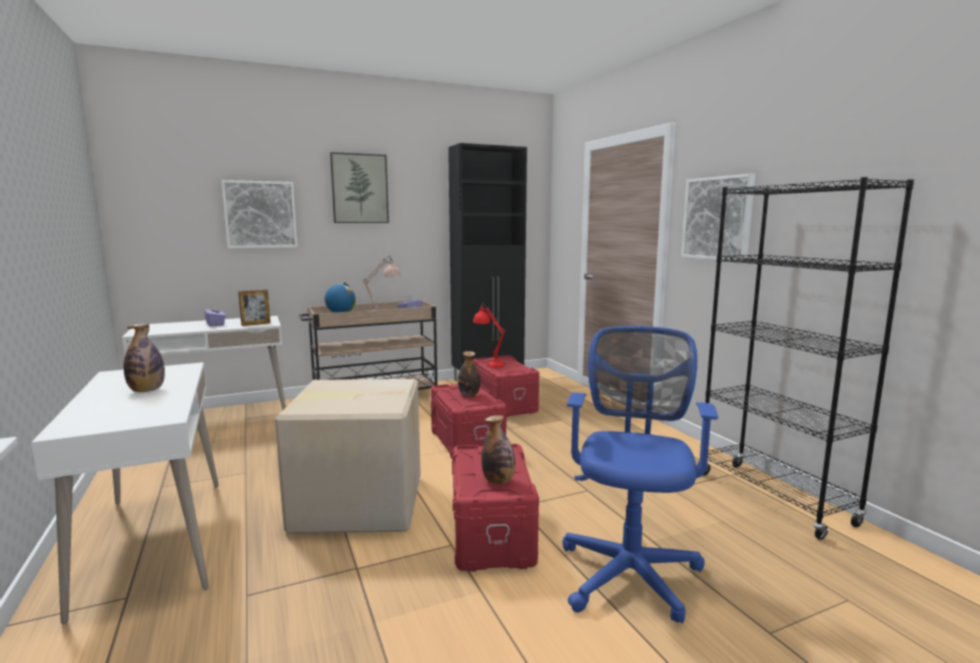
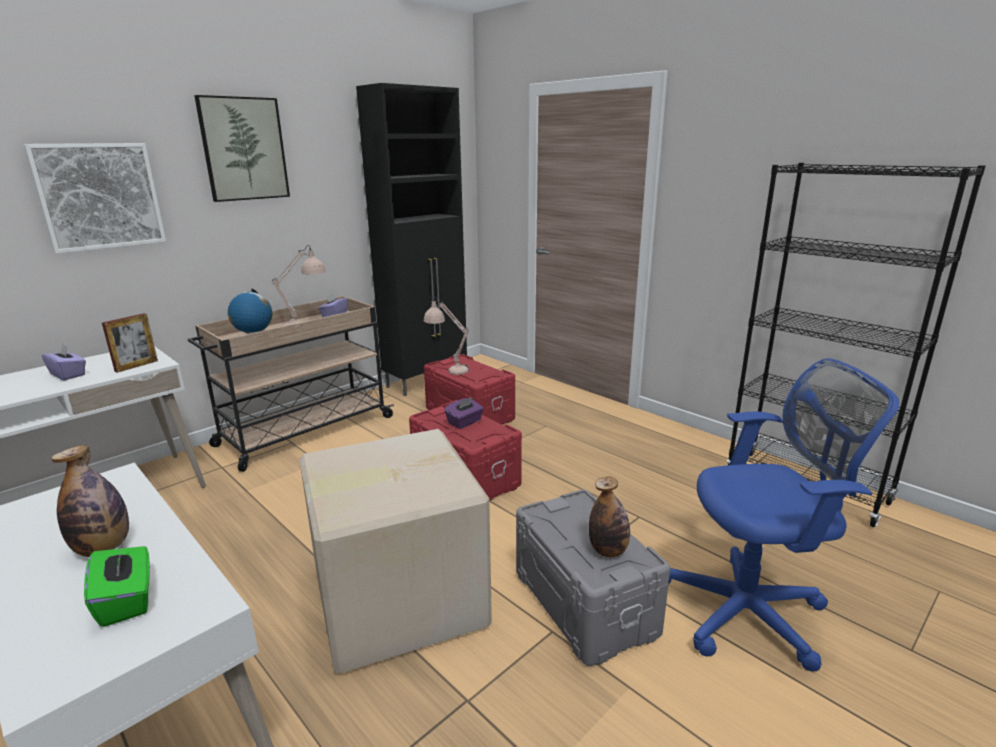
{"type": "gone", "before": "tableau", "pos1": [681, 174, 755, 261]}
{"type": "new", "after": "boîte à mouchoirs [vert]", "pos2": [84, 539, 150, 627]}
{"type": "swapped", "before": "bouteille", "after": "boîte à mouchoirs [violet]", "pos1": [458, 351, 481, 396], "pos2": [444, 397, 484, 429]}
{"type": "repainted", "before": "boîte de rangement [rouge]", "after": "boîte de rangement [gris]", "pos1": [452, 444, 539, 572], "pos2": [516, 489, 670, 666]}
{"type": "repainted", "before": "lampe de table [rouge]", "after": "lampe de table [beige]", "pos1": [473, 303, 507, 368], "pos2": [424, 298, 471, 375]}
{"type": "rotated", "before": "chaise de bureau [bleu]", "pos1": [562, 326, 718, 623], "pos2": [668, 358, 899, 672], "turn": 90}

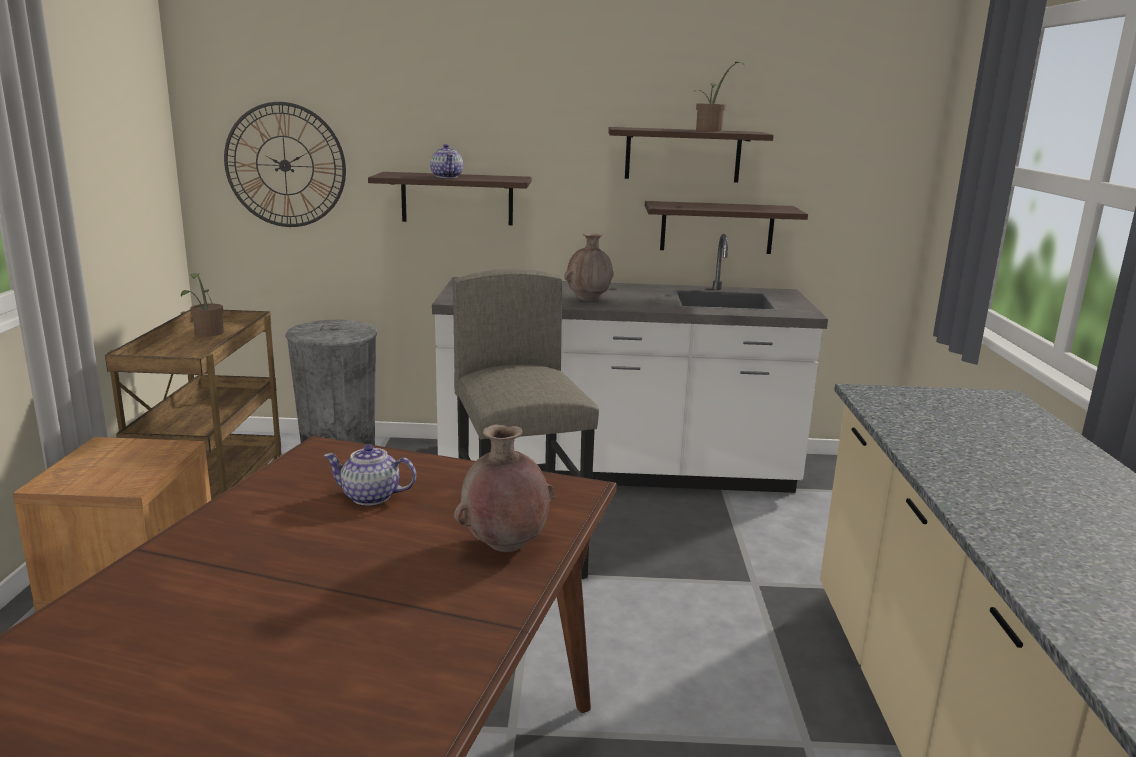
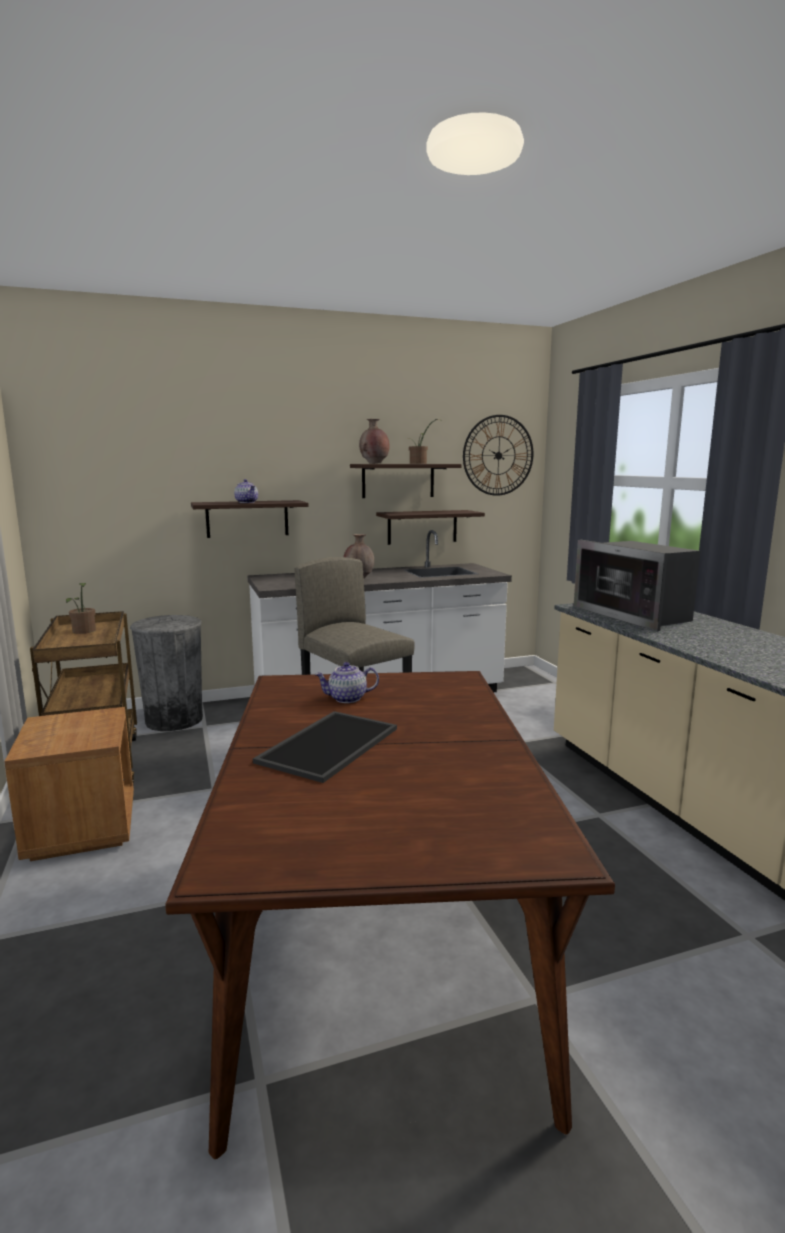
{"type": "new", "after": "plateau", "pos2": [253, 711, 397, 783]}
{"type": "new", "after": "micro-ondes", "pos2": [573, 540, 700, 631]}
{"type": "shifted", "before": "horloge murale", "pos1": [224, 102, 346, 227], "pos2": [463, 415, 533, 496]}
{"type": "shifted", "before": "vase [marron]", "pos1": [454, 424, 554, 552], "pos2": [359, 419, 390, 464]}

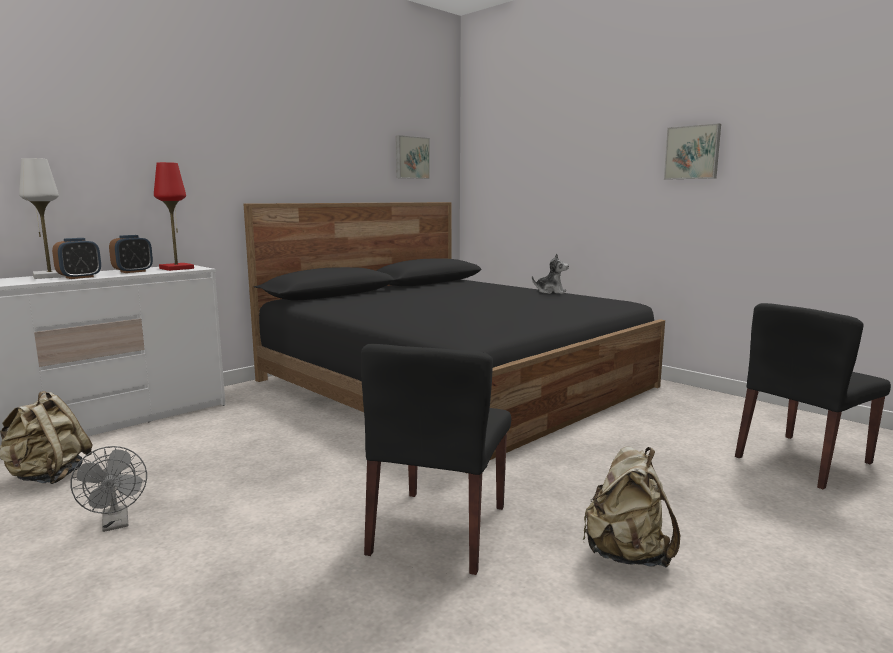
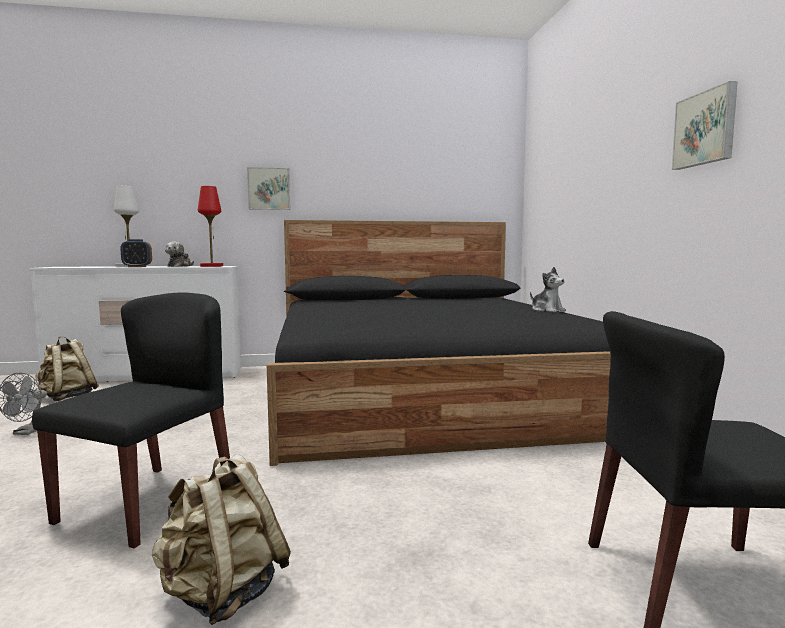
{"type": "shifted", "before": "tableau", "pos1": [396, 135, 430, 179], "pos2": [247, 167, 290, 210]}
{"type": "swapped", "before": "réveil", "after": "peluche", "pos1": [109, 235, 153, 273], "pos2": [165, 242, 194, 267]}
{"type": "rotated", "before": "chaise [noir]", "pos1": [361, 344, 511, 575], "pos2": [32, 292, 230, 549], "turn": 150}

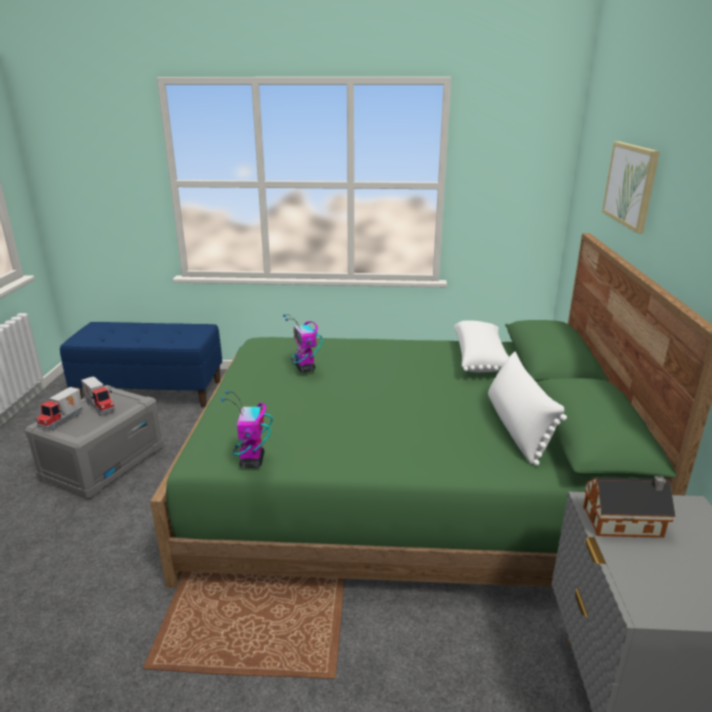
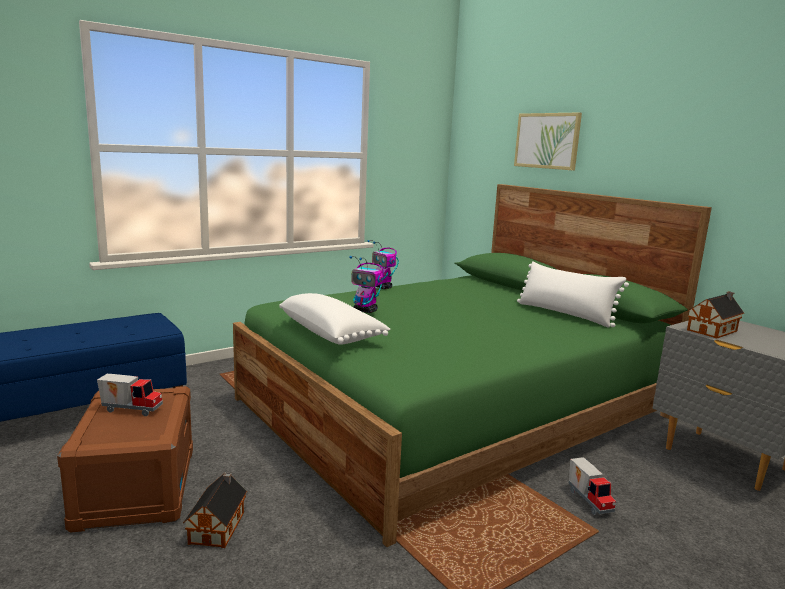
{"type": "new", "after": "maison miniature", "pos2": [183, 472, 247, 548]}
{"type": "shifted", "before": "camion jouet", "pos1": [36, 387, 83, 430], "pos2": [569, 457, 616, 515]}
{"type": "shifted", "before": "robot jouet", "pos1": [221, 390, 273, 468], "pos2": [367, 240, 399, 289]}
{"type": "shifted", "before": "coussin [blanc]", "pos1": [454, 320, 509, 372], "pos2": [279, 293, 390, 345]}
{"type": "repainted", "before": "boîte de rangement [gris]", "after": "boîte de rangement [marron]", "pos1": [25, 385, 164, 499], "pos2": [57, 386, 193, 533]}

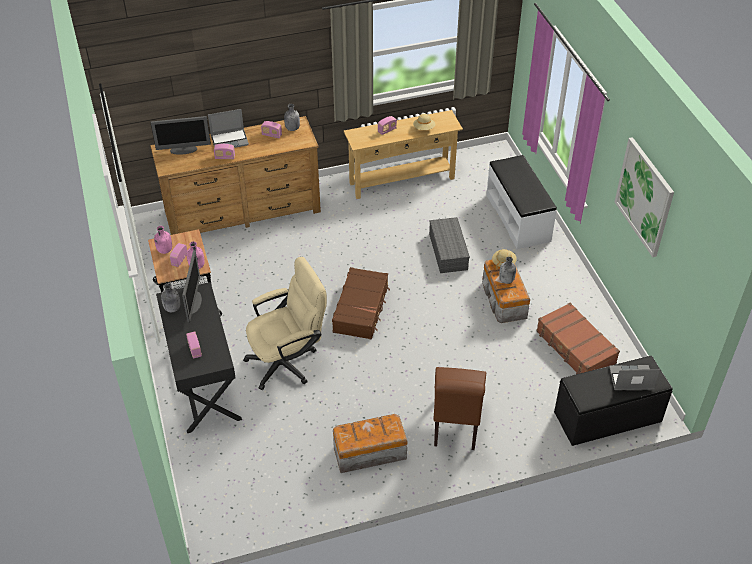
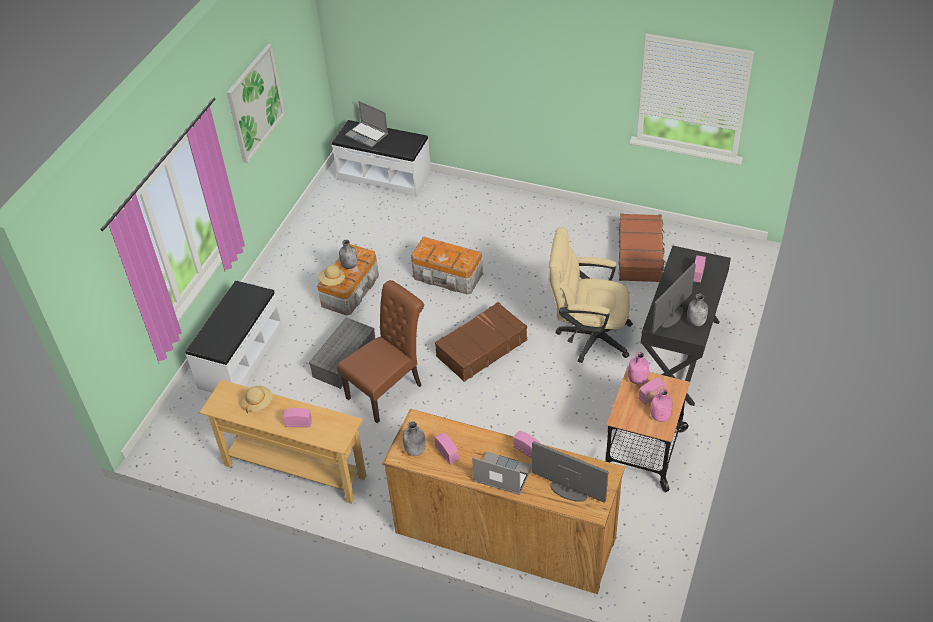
{"type": "shifted", "before": "boîte de rangement", "pos1": [333, 414, 407, 473], "pos2": [411, 236, 483, 294]}
{"type": "shifted", "before": "chaise [marron]", "pos1": [434, 367, 486, 450], "pos2": [337, 280, 424, 423]}
{"type": "shifted", "before": "valise [marron]", "pos1": [536, 303, 620, 374], "pos2": [619, 213, 665, 282]}
{"type": "repainted", "before": "banc [noir]", "after": "banc [blanc]", "pos1": [554, 356, 673, 446], "pos2": [332, 120, 431, 197]}

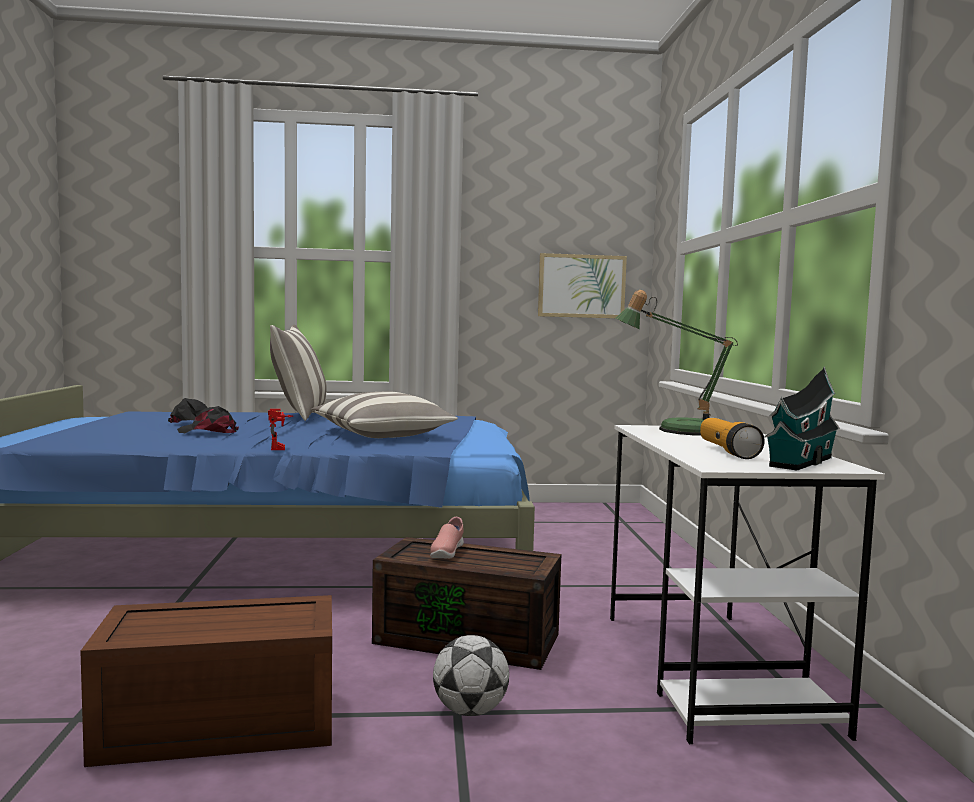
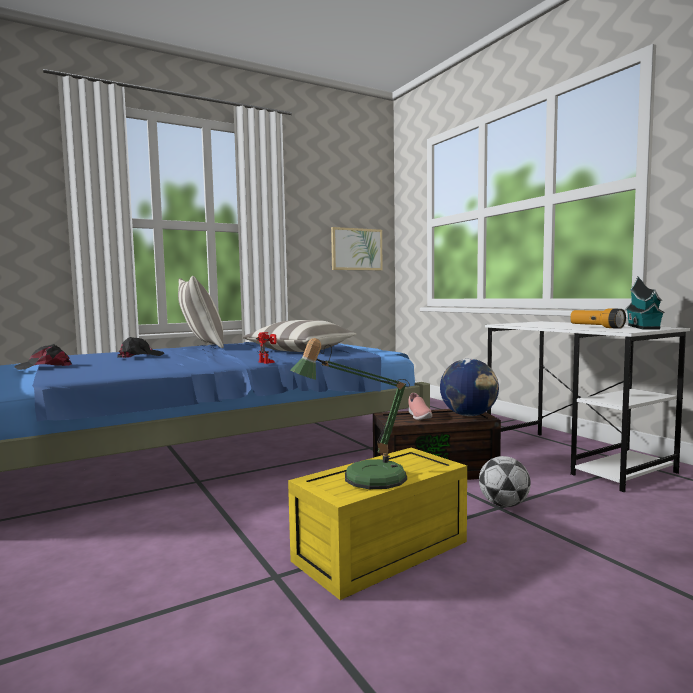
{"type": "new", "after": "globe", "pos2": [440, 359, 499, 416]}
{"type": "shifted", "before": "casquette [noir]", "pos1": [177, 406, 239, 433], "pos2": [15, 344, 72, 370]}
{"type": "shifted", "before": "lampe de table", "pos1": [615, 290, 738, 436], "pos2": [291, 338, 410, 489]}
{"type": "repainted", "before": "boîte de rangement [marron]", "after": "boîte de rangement [jaune]", "pos1": [80, 595, 332, 767], "pos2": [288, 448, 467, 600]}

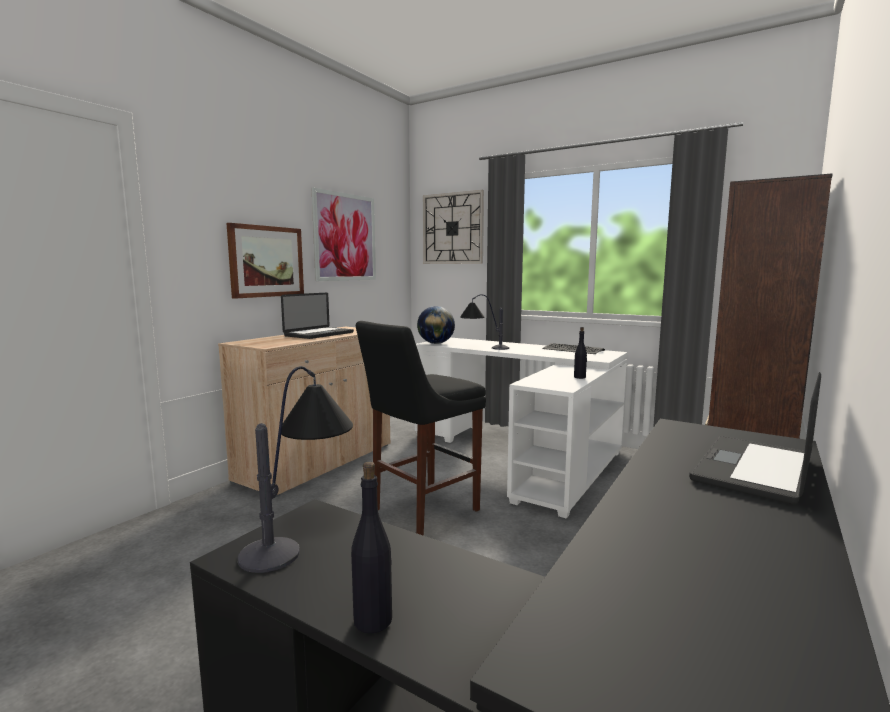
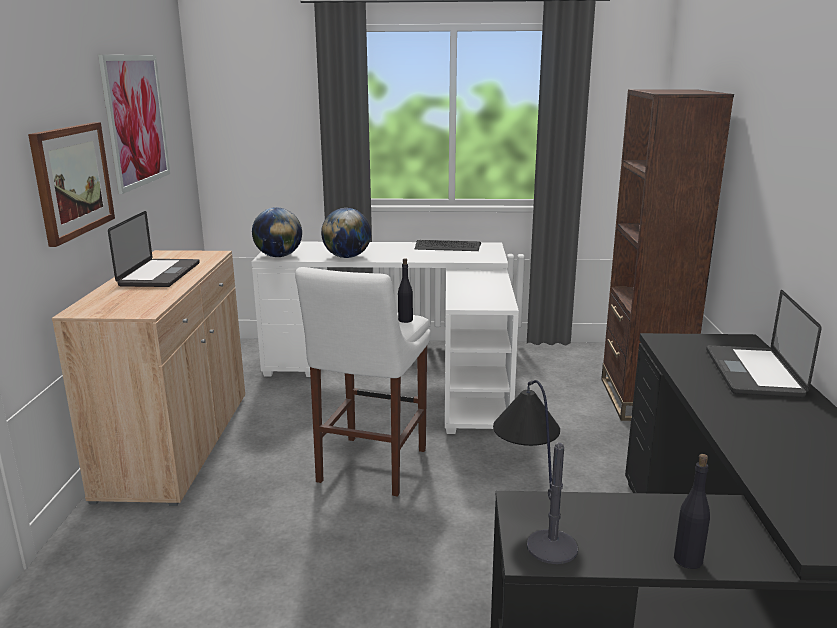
{"type": "gone", "before": "horloge murale", "pos1": [423, 190, 484, 264]}
{"type": "shifted", "before": "bouteille [noir]", "pos1": [574, 327, 587, 379], "pos2": [398, 258, 413, 323]}
{"type": "swapped", "before": "lampe de table", "after": "globe", "pos1": [460, 294, 509, 350], "pos2": [321, 208, 371, 258]}
{"type": "repainted", "before": "tabouret [noir]", "after": "tabouret [blanc]", "pos1": [356, 321, 486, 536], "pos2": [295, 267, 431, 497]}

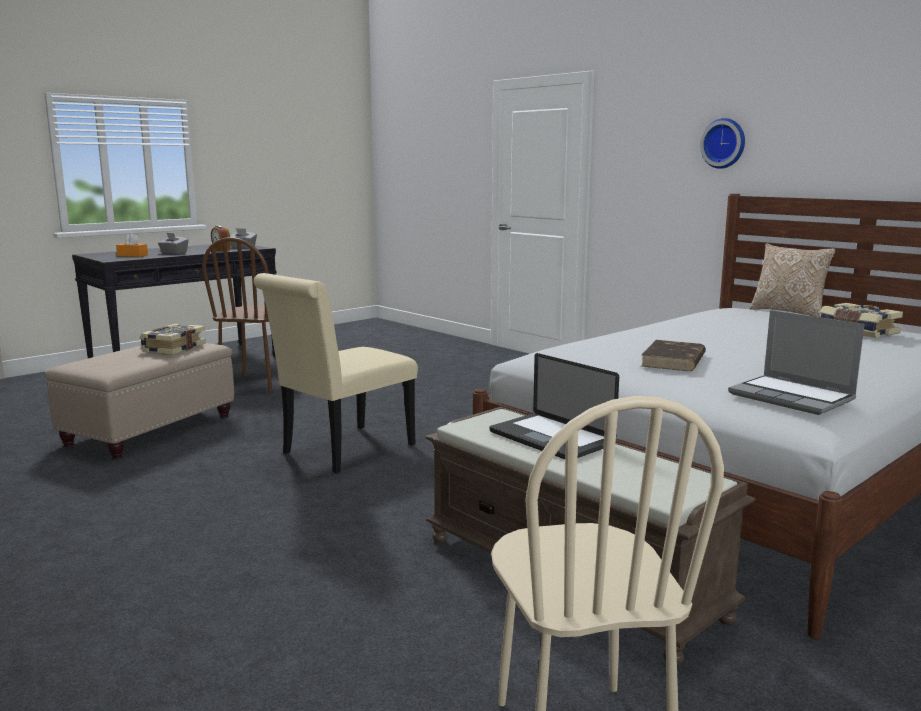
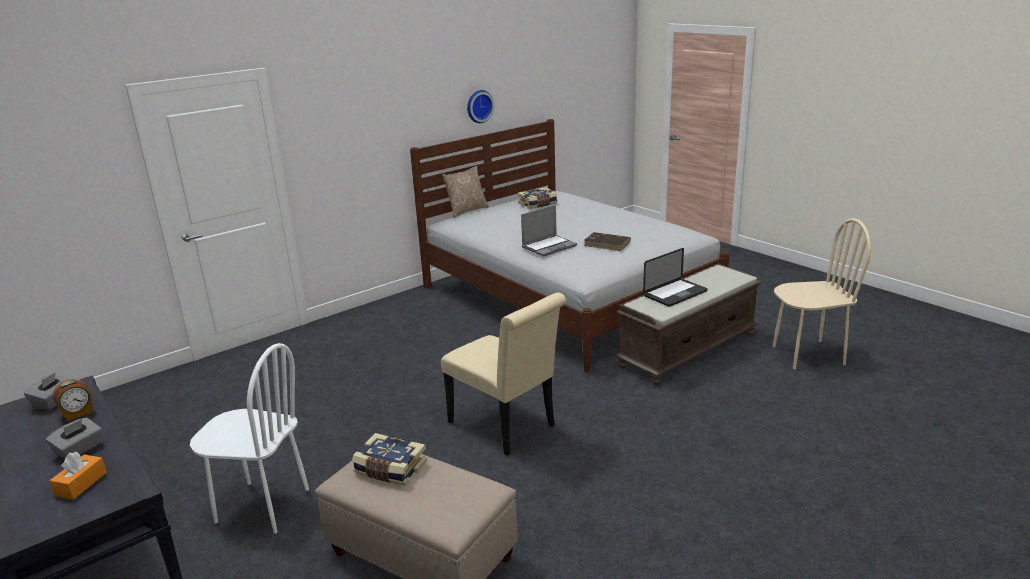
{"type": "shifted", "before": "horloge murale", "pos1": [700, 118, 745, 169], "pos2": [467, 90, 494, 123]}
{"type": "shifted", "before": "ordinateur portable", "pos1": [728, 310, 865, 415], "pos2": [521, 205, 577, 257]}
{"type": "repainted", "before": "chaise [marron]", "after": "chaise [blanc]", "pos1": [202, 237, 272, 392], "pos2": [190, 343, 309, 534]}

